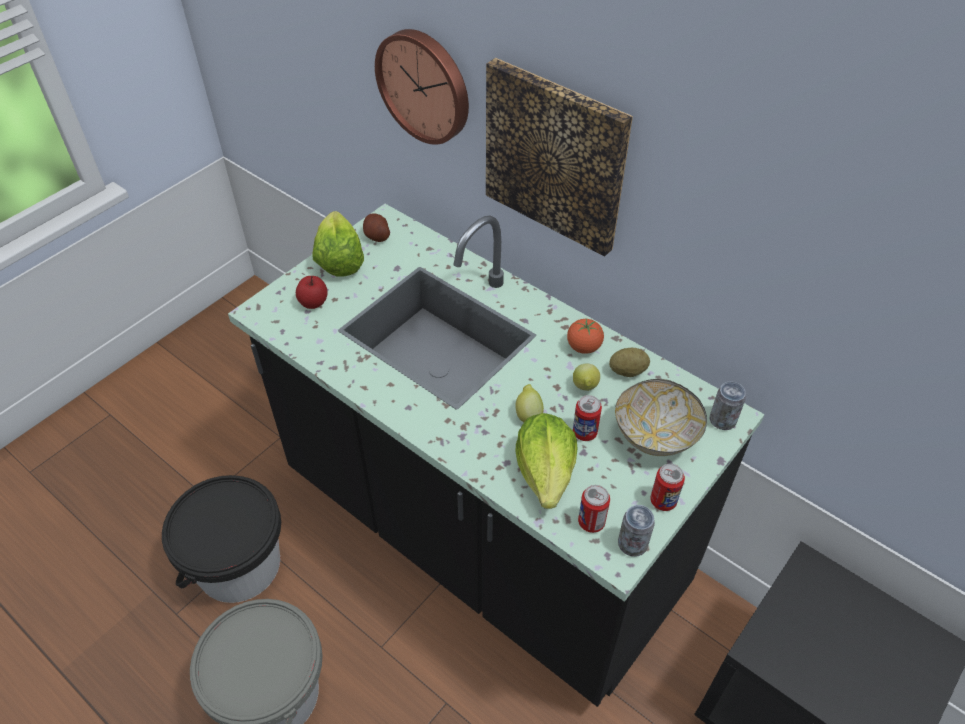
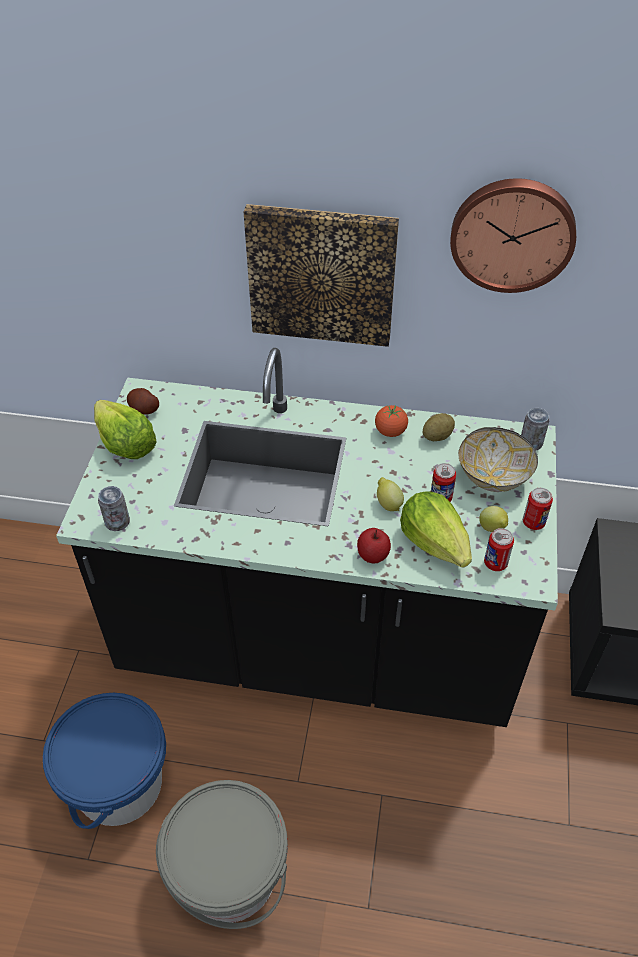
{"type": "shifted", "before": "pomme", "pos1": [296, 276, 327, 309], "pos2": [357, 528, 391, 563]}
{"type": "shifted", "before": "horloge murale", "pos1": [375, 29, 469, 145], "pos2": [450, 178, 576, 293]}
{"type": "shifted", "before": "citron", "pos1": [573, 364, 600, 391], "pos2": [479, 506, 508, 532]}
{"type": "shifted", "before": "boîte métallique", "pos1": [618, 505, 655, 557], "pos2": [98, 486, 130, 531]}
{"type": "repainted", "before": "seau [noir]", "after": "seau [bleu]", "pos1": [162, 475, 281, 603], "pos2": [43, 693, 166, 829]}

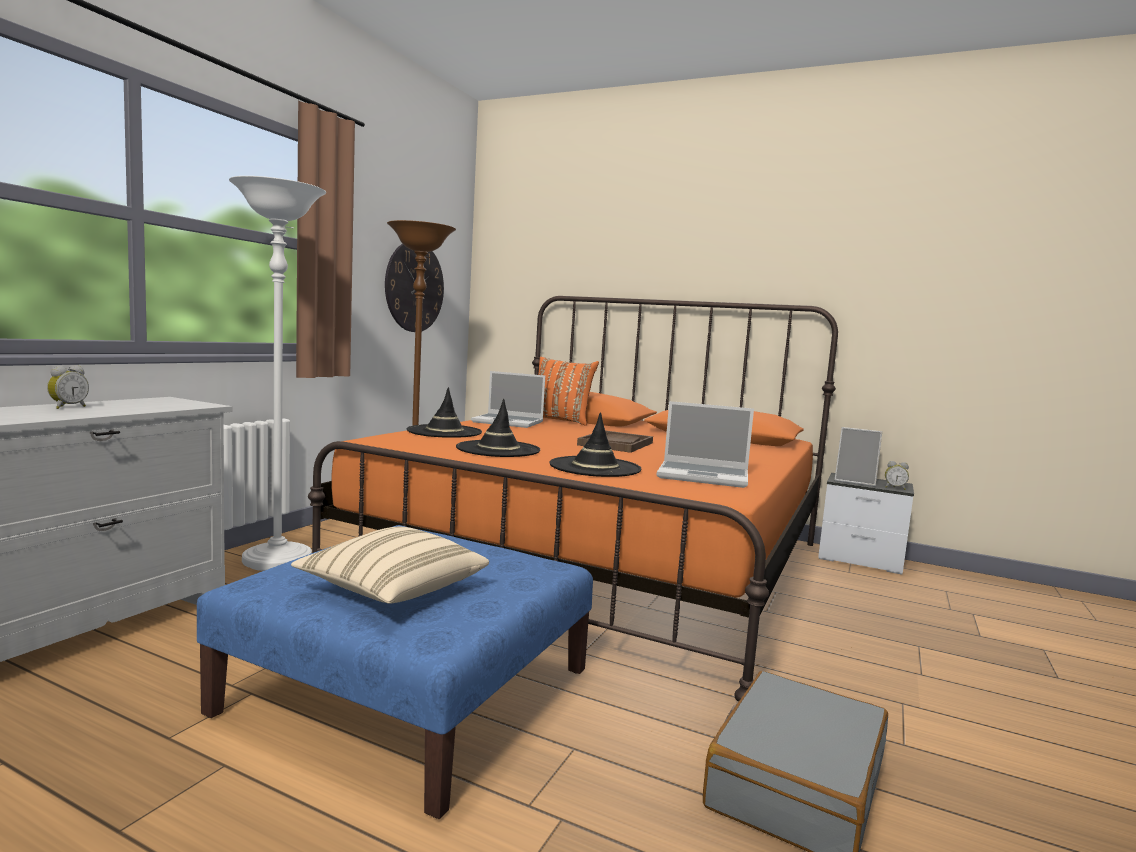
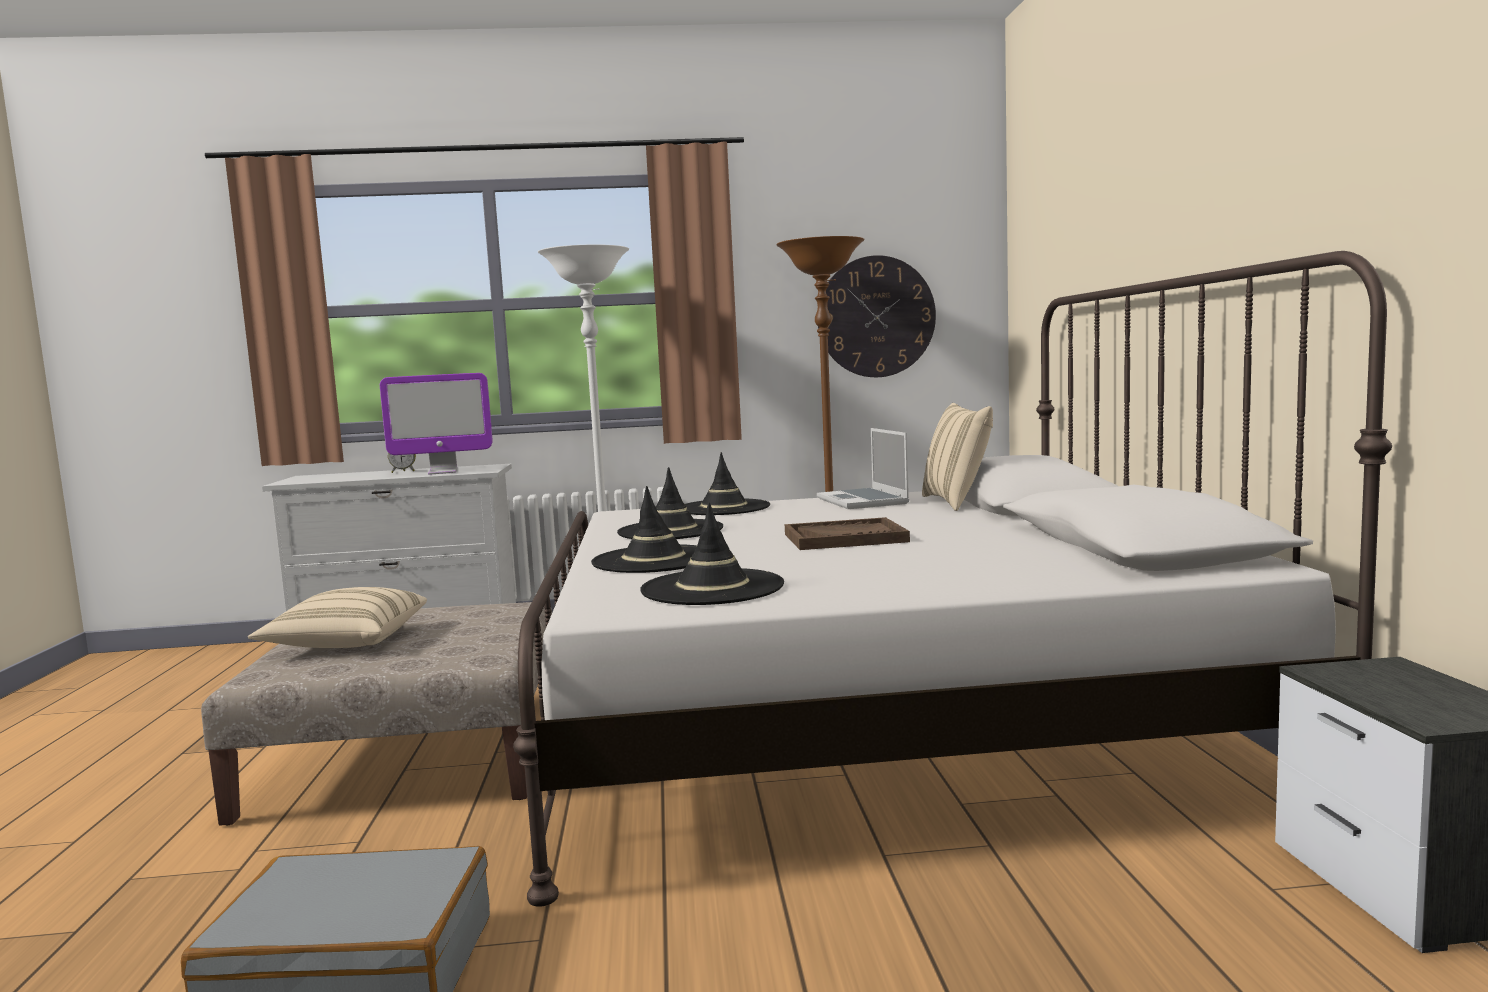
{"type": "gone", "before": "cadre photo", "pos1": [835, 427, 882, 486]}
{"type": "gone", "before": "réveil", "pos1": [885, 461, 909, 490]}
{"type": "new", "after": "écran d'ordinateur", "pos2": [380, 373, 493, 475]}
{"type": "swapped", "before": "ordinateur portable", "after": "chapeau [noir]", "pos1": [657, 401, 754, 488], "pos2": [640, 502, 784, 605]}
{"type": "repainted", "before": "pouf [bleu]", "after": "pouf [beige]", "pos1": [197, 525, 593, 819], "pos2": [201, 602, 552, 825]}
{"type": "repainted", "before": "lit [orange]", "after": "lit [blanc]", "pos1": [308, 296, 838, 701], "pos2": [513, 251, 1392, 906]}
{"type": "repainted", "before": "coussin [orange]", "after": "coussin [beige]", "pos1": [538, 357, 599, 426], "pos2": [922, 403, 993, 511]}

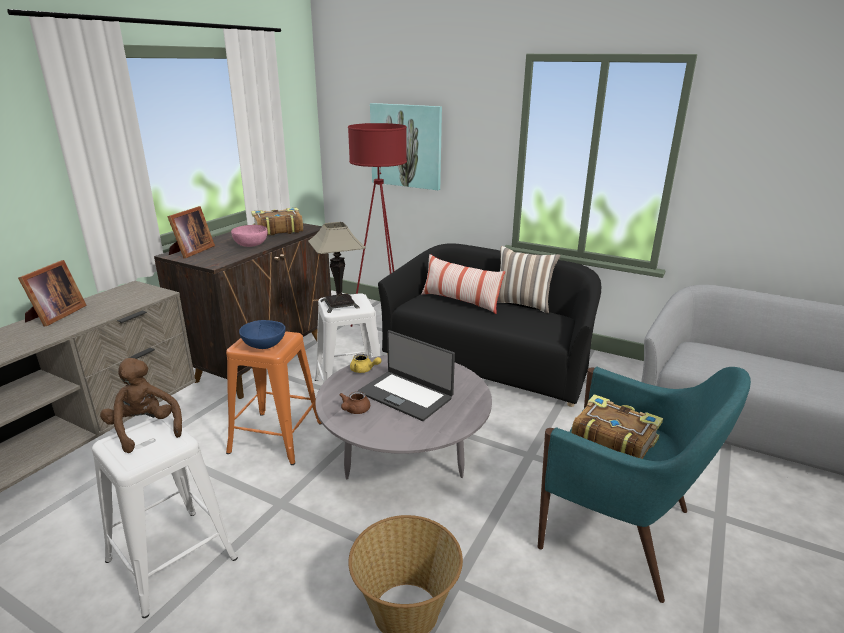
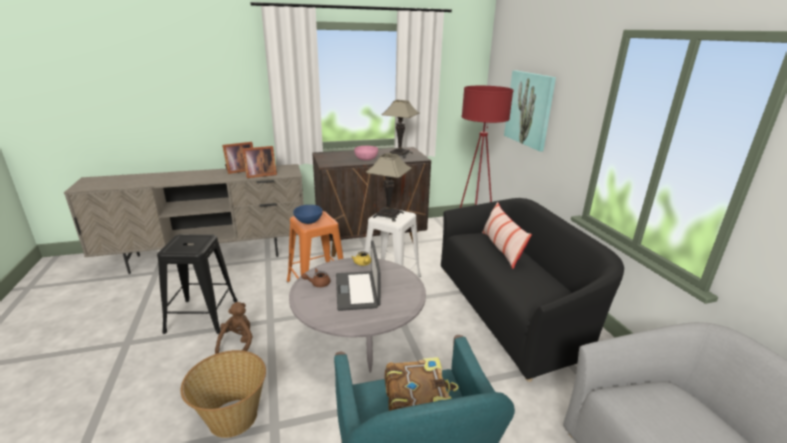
{"type": "gone", "before": "coussin", "pos1": [497, 246, 560, 313]}
{"type": "shifted", "before": "peluche [marron]", "pos1": [100, 358, 182, 453], "pos2": [215, 302, 253, 354]}
{"type": "shifted", "before": "cadre photo", "pos1": [167, 206, 215, 258], "pos2": [242, 146, 277, 178]}
{"type": "swapped", "before": "livre", "after": "lampe de table", "pos1": [251, 207, 303, 236], "pos2": [381, 100, 420, 158]}
{"type": "repainted", "before": "tabouret [blanc]", "after": "tabouret [noir]", "pos1": [92, 416, 238, 618], "pos2": [157, 234, 238, 334]}

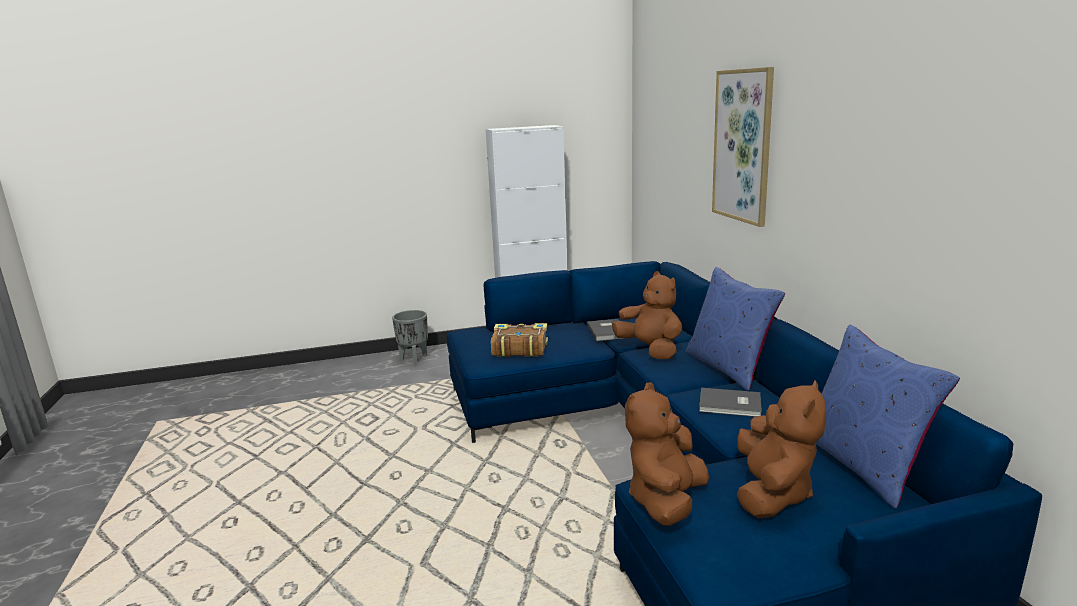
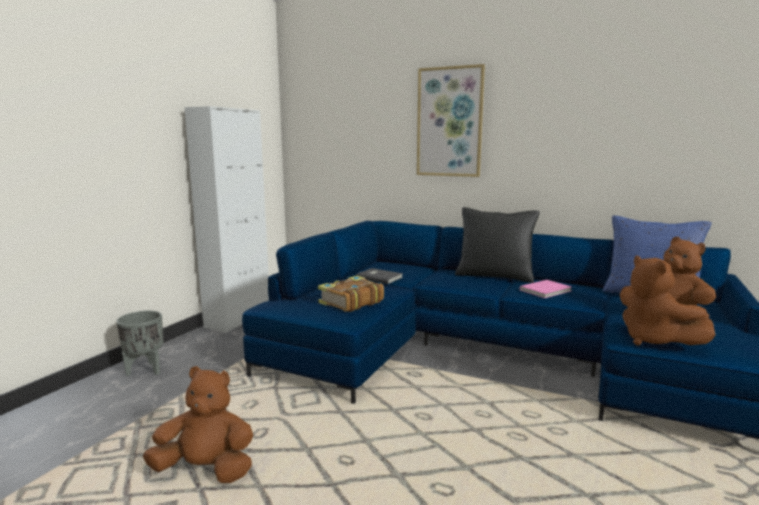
{"type": "shifted", "before": "peluche [marron]", "pos1": [612, 271, 682, 359], "pos2": [143, 366, 253, 483]}
{"type": "repainted", "before": "coussin [bleu]", "after": "coussin [noir]", "pos1": [686, 267, 785, 391], "pos2": [455, 207, 540, 283]}
{"type": "repainted", "before": "livre [gris]", "after": "livre [rose]", "pos1": [699, 388, 762, 417], "pos2": [519, 280, 572, 298]}

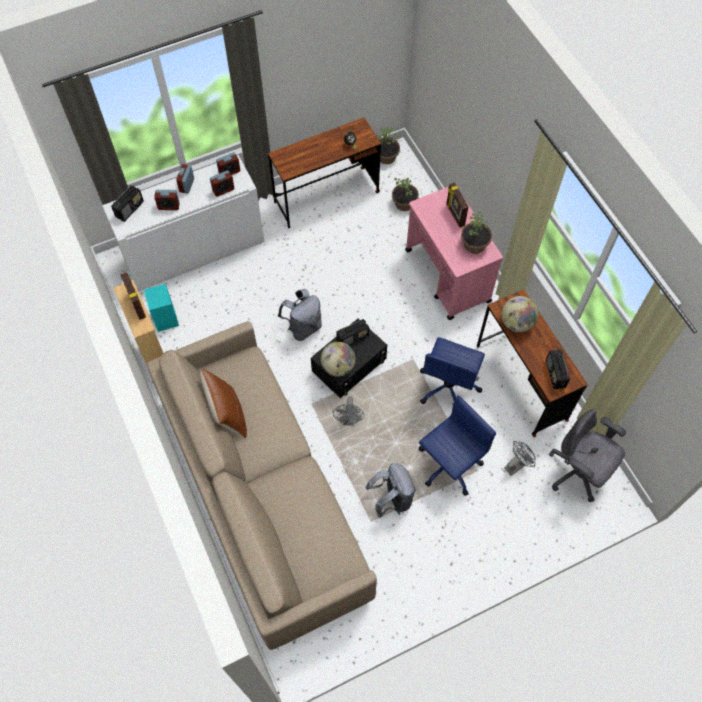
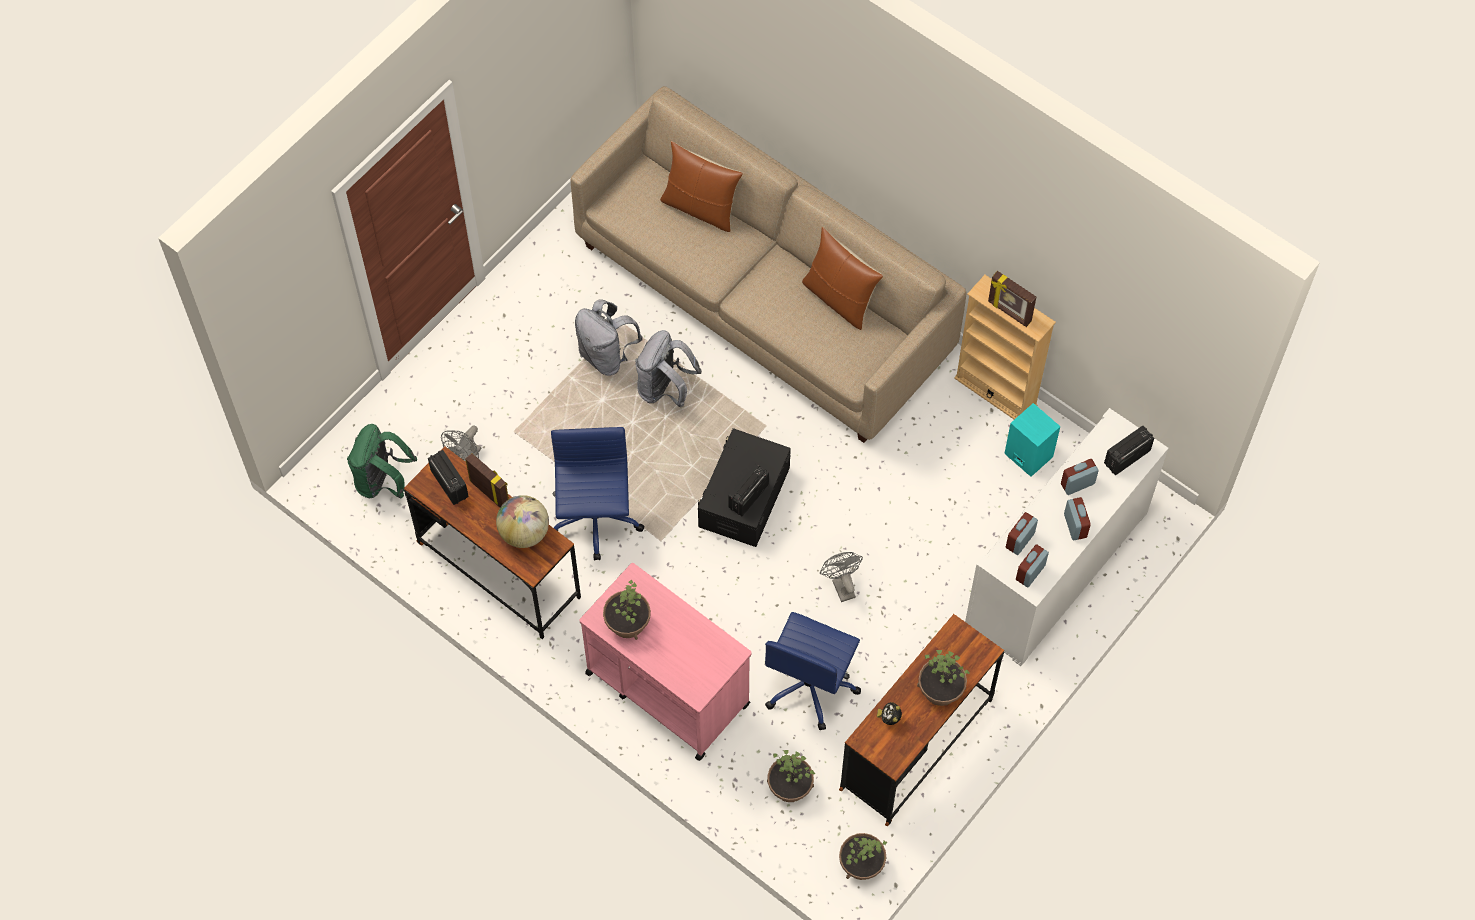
{"type": "gone", "before": "globe", "pos1": [321, 342, 355, 377]}
{"type": "new", "after": "coussin [marron]", "pos2": [660, 141, 743, 232]}
{"type": "new", "after": "plante en pot", "pos2": [917, 650, 970, 706]}
{"type": "shifted", "before": "sac à dos [gris]", "pos1": [278, 289, 322, 341], "pos2": [635, 330, 702, 408]}
{"type": "shifted", "before": "ventilateur [gris]", "pos1": [333, 396, 364, 426], "pos2": [820, 552, 863, 602]}
{"type": "shifted", "before": "chaise de bureau [bleu]", "pos1": [419, 395, 496, 496], "pos2": [765, 612, 861, 730]}
{"type": "shifted", "before": "cadre photo", "pos1": [446, 182, 469, 227], "pos2": [465, 453, 509, 507]}
{"type": "swapped", "before": "chaise de bureau [gris]", "after": "sac à dos [vert]", "pos1": [549, 409, 626, 502], "pos2": [347, 424, 417, 499]}
{"type": "rotated", "before": "radio", "pos1": [111, 185, 144, 222], "pos2": [1104, 426, 1154, 475], "turn": 45}

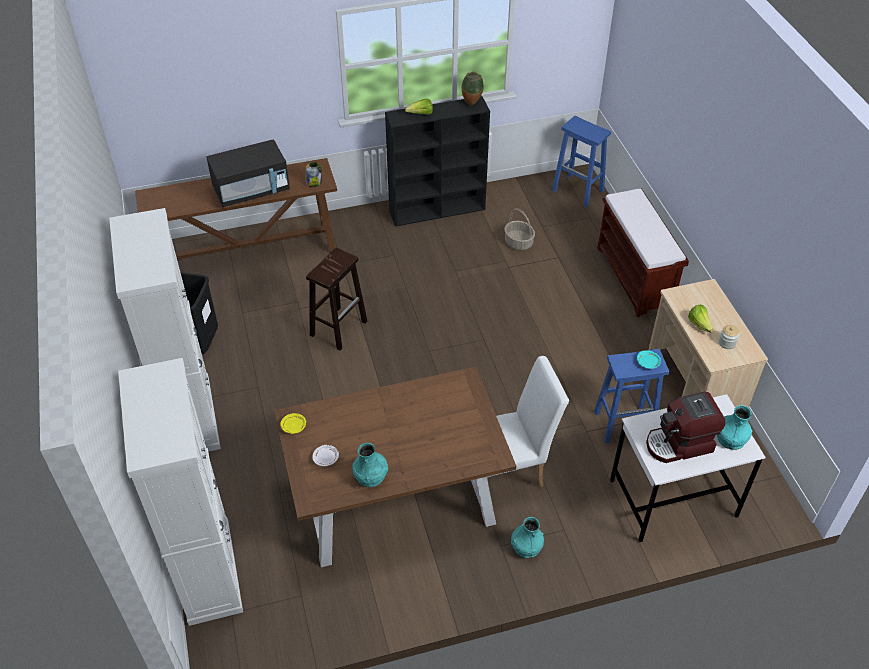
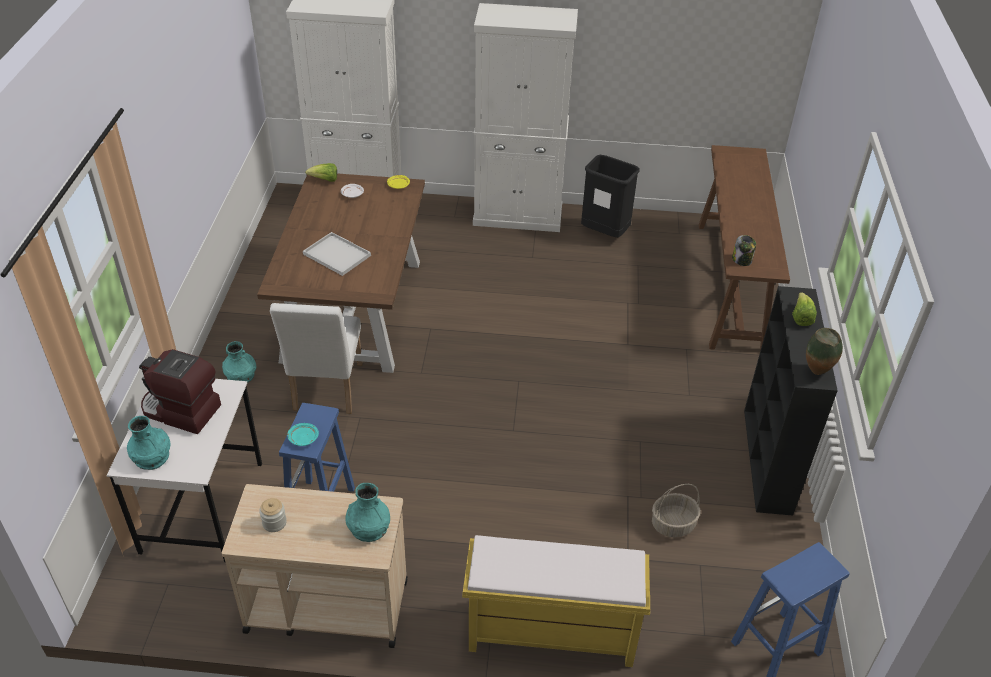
{"type": "gone", "before": "micro-ondes [noir]", "pos1": [207, 139, 290, 207]}
{"type": "gone", "before": "tabouret [marron]", "pos1": [306, 248, 367, 351]}
{"type": "new", "after": "plateau [blanc]", "pos2": [303, 232, 371, 276]}
{"type": "shifted", "before": "vase [turquoise]", "pos1": [352, 443, 388, 487], "pos2": [345, 483, 390, 542]}
{"type": "shifted", "before": "laitue", "pos1": [688, 305, 713, 332], "pos2": [305, 163, 337, 182]}
{"type": "repainted", "before": "banc [marron]", "after": "banc [jaune]", "pos1": [597, 188, 689, 317], "pos2": [462, 535, 650, 667]}
{"type": "rotated", "before": "machine à café", "pos1": [646, 392, 725, 463], "pos2": [139, 349, 221, 434], "turn": -75}

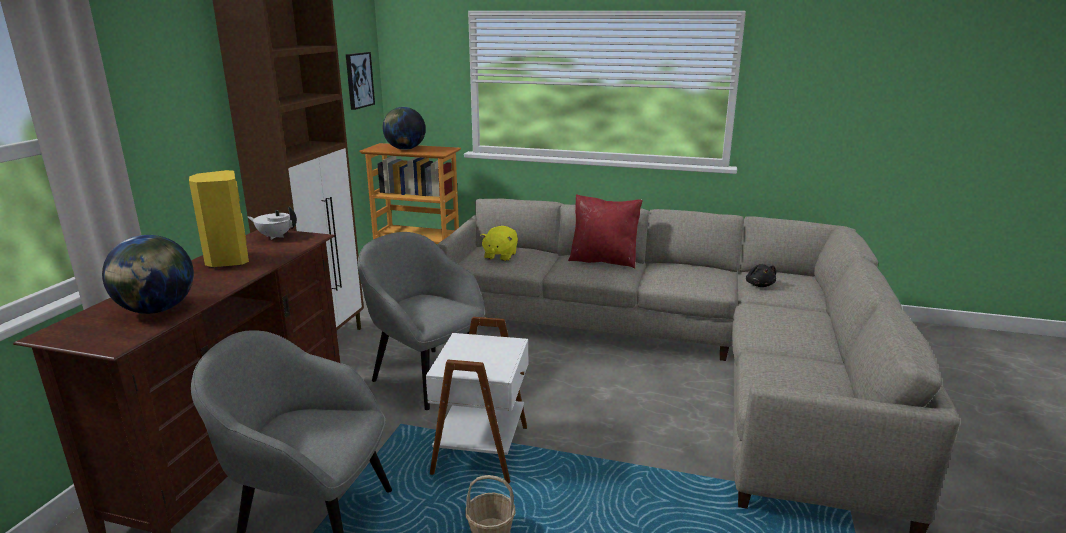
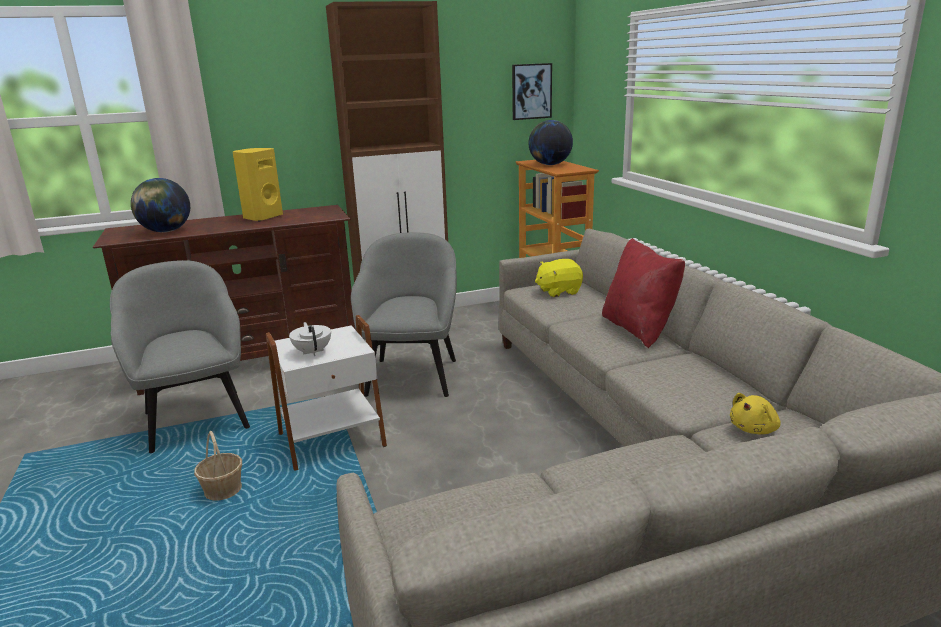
{"type": "shifted", "before": "théière [blanc]", "pos1": [247, 207, 297, 240], "pos2": [289, 322, 331, 356]}
{"type": "repainted", "before": "peluche [noir]", "after": "peluche [jaune]", "pos1": [746, 264, 776, 287], "pos2": [730, 393, 781, 434]}

